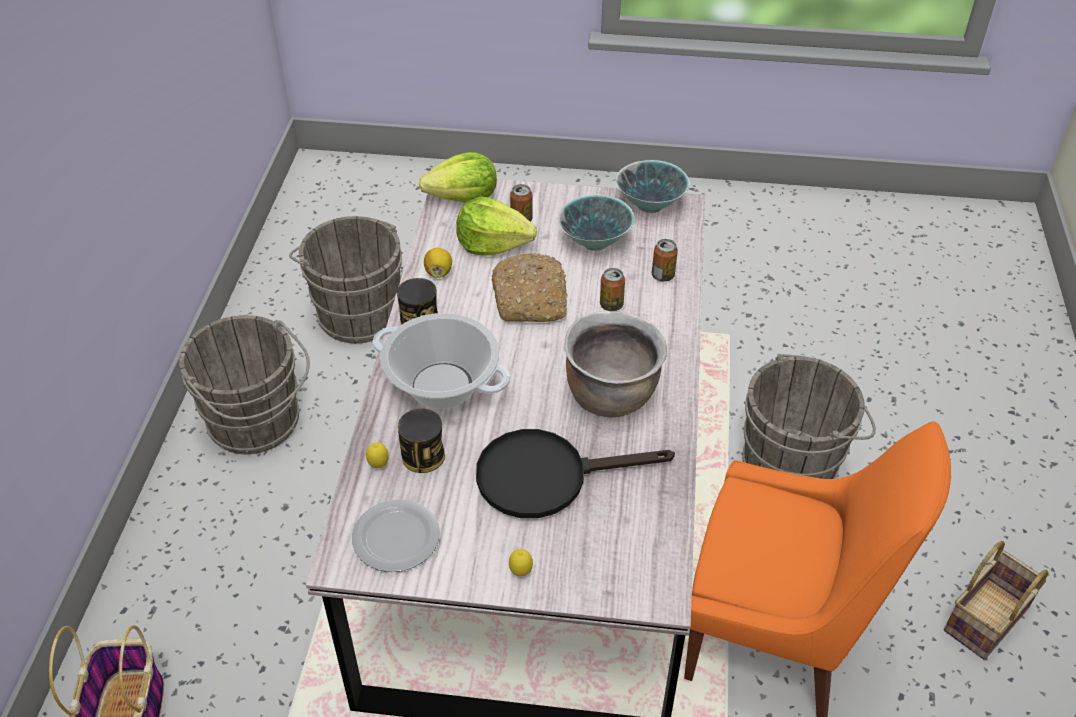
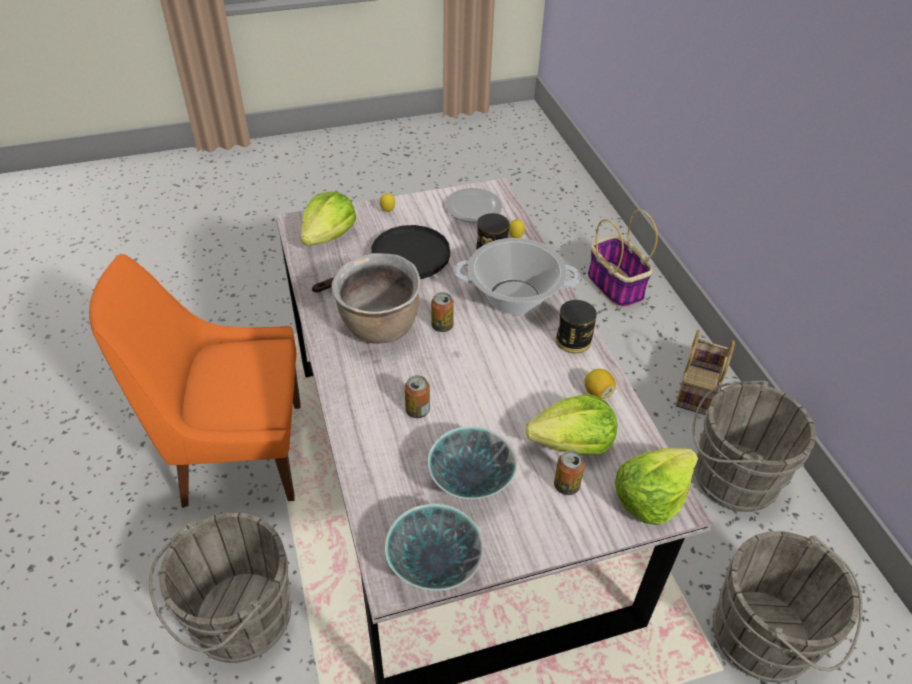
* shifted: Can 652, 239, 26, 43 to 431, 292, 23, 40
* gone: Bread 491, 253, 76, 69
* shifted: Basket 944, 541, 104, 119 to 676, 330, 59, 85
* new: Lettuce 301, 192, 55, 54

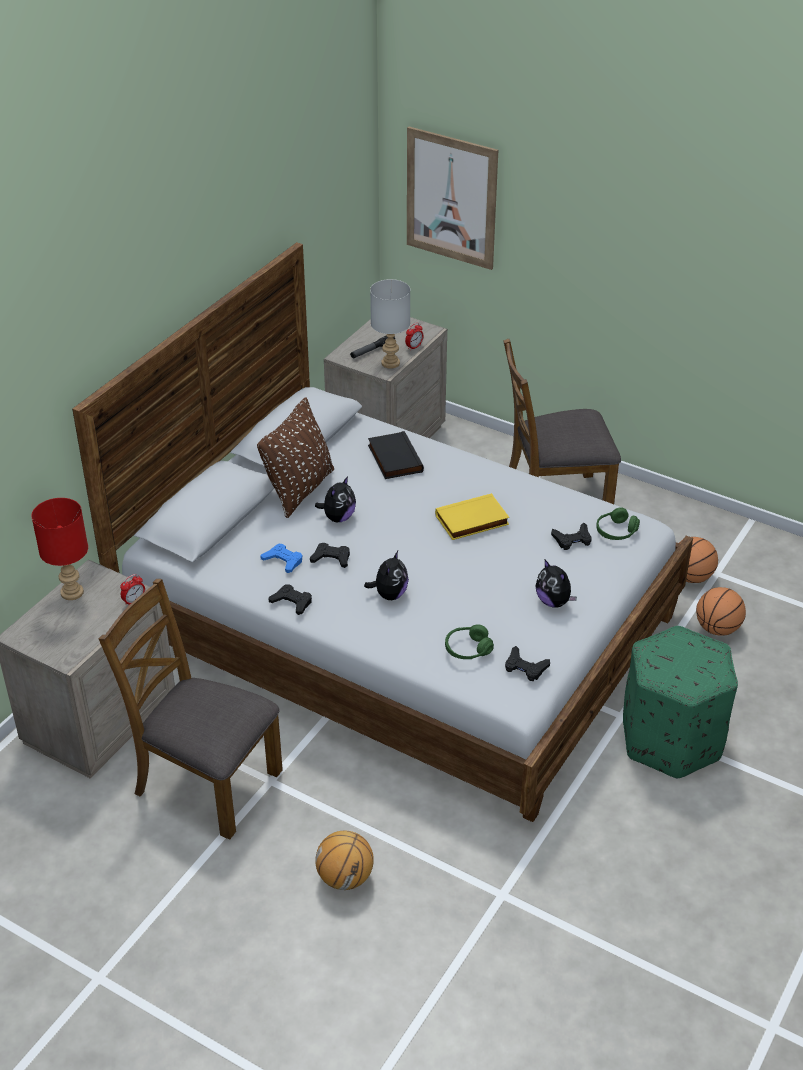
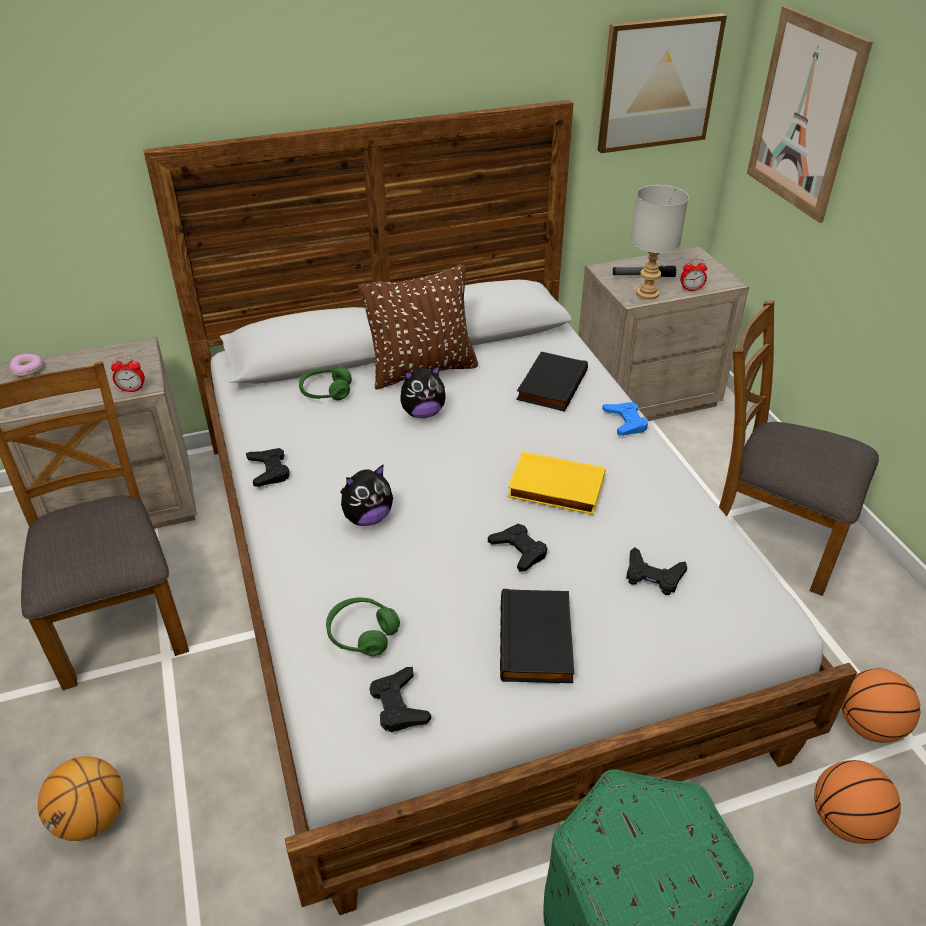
* gone: RedTableLamp 31, 498, 57, 102
* shifted: GreenHeadphones 596, 507, 44, 33 to 299, 367, 53, 33
* shifted: BlueGameController 260, 543, 42, 30 to 602, 402, 46, 34
* shifted: BlackGameController 310, 543, 40, 25 to 488, 524, 60, 48
* swapped: PlushToy 535, 560, 42, 48 to BlackBook 500, 589, 74, 94
* new: Picture 597, 13, 130, 140
* new: Donut 9, 354, 34, 23

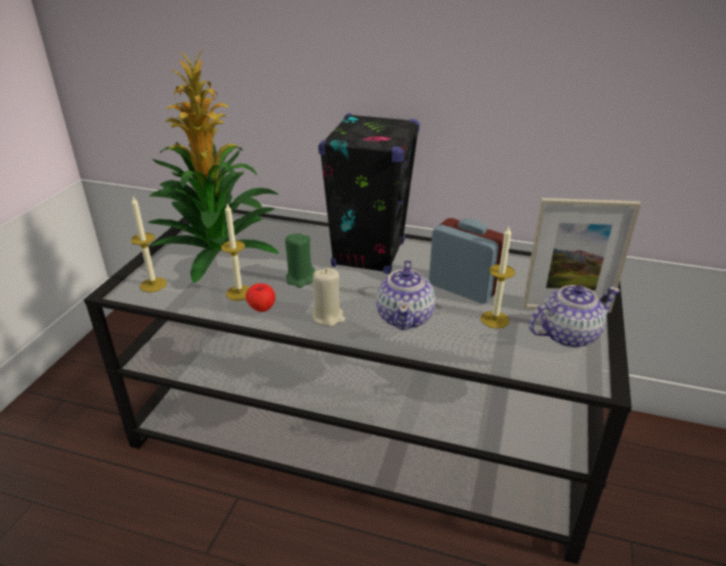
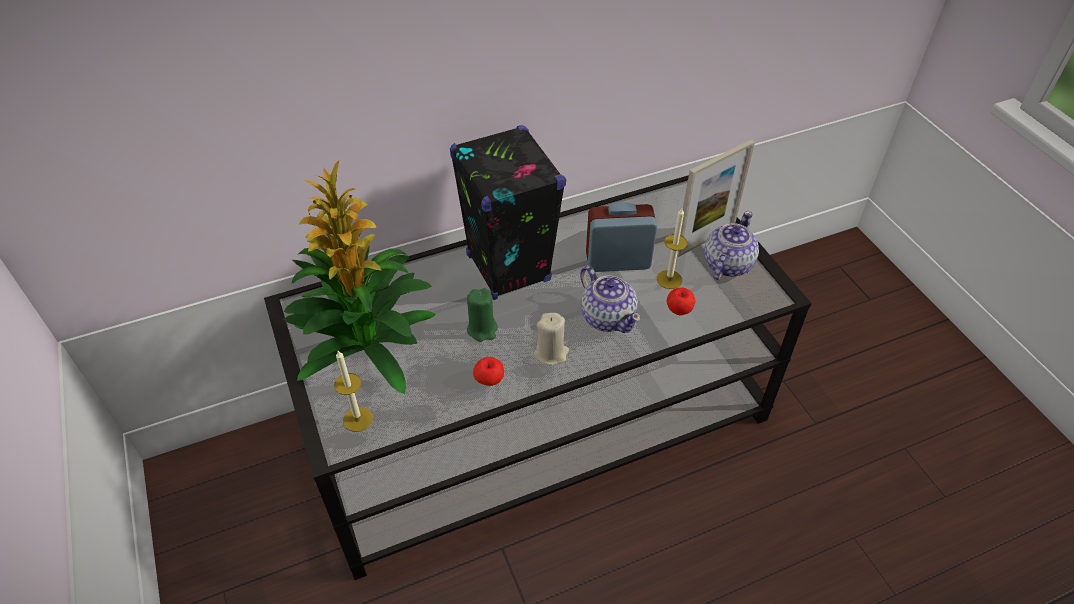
* gone: Candle 221, 204, 29, 97
* new: Apple 667, 287, 28, 28

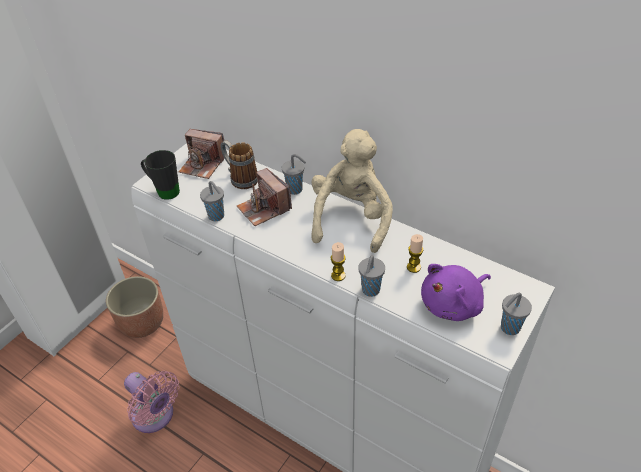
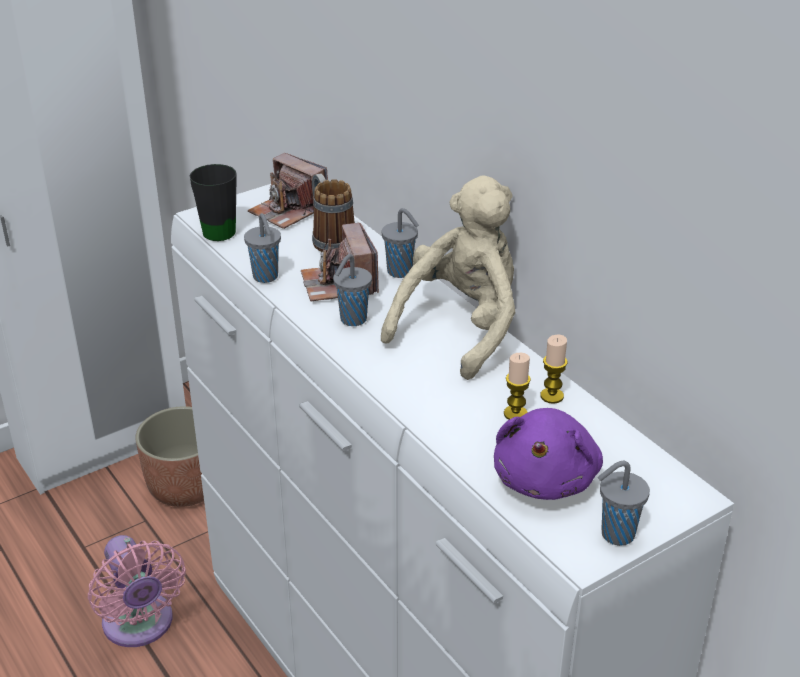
* shifted: Candle 331, 242, 15, 39 to 540, 335, 27, 69
* shifted: GreyCup 358, 255, 27, 42 to 333, 254, 39, 72
* rotated: PurplePlushToy 421, 264, 70, 57 = 494, 408, 109, 92 60 degrees counterclockwise

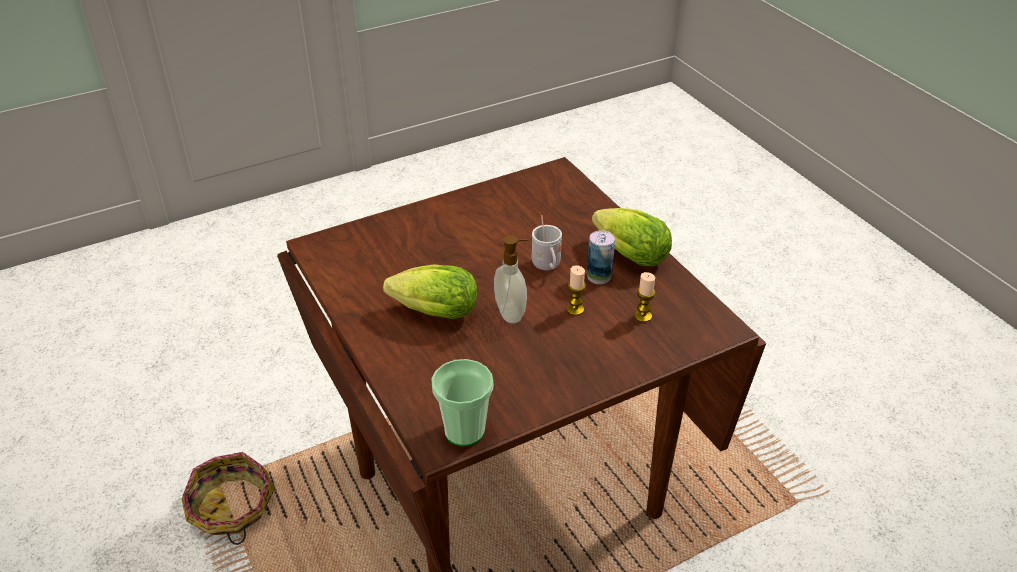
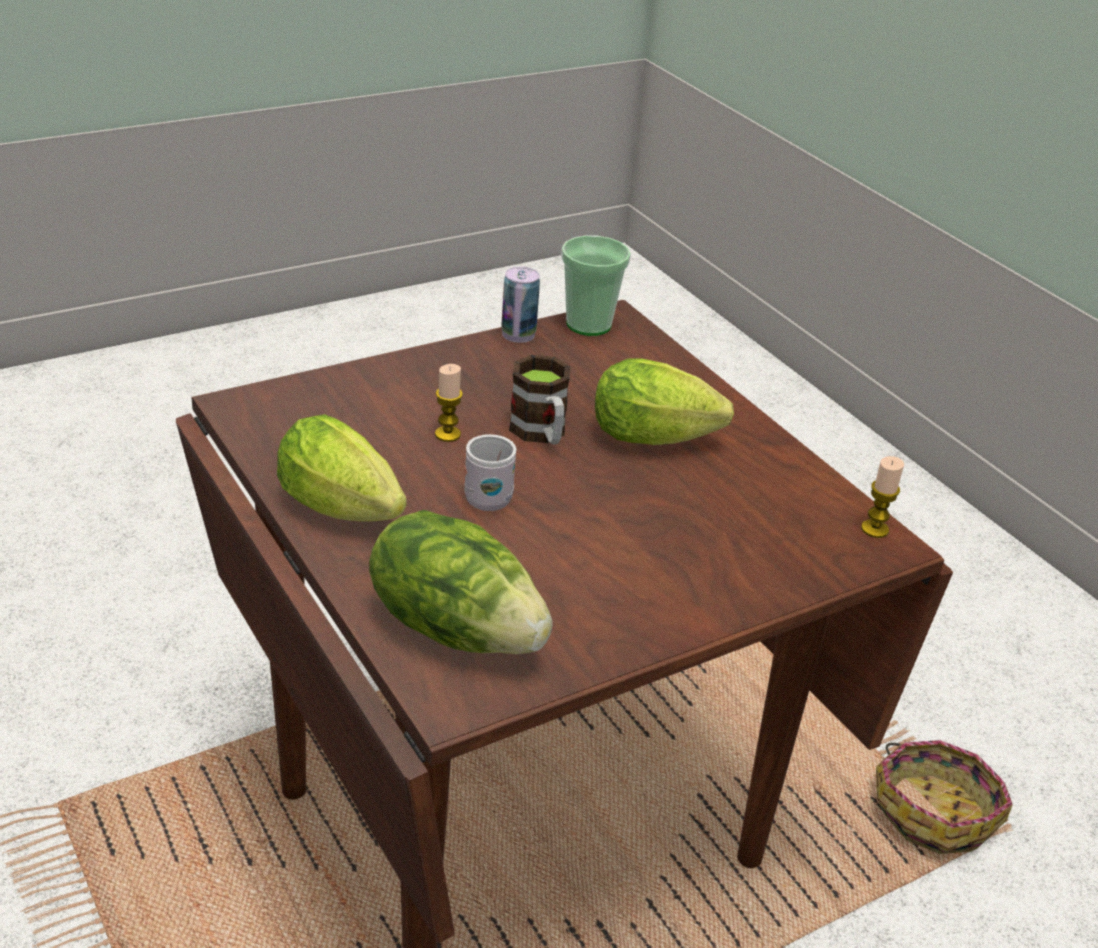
* shifted: Can 587, 230, 28, 54 to 501, 266, 39, 77
* swapped: SoapDispenser 494, 235, 35, 88 to Mug 509, 355, 62, 89
* shifted: Candle 634, 272, 21, 50 to 861, 456, 43, 82
* new: Lettuce 369, 510, 184, 144

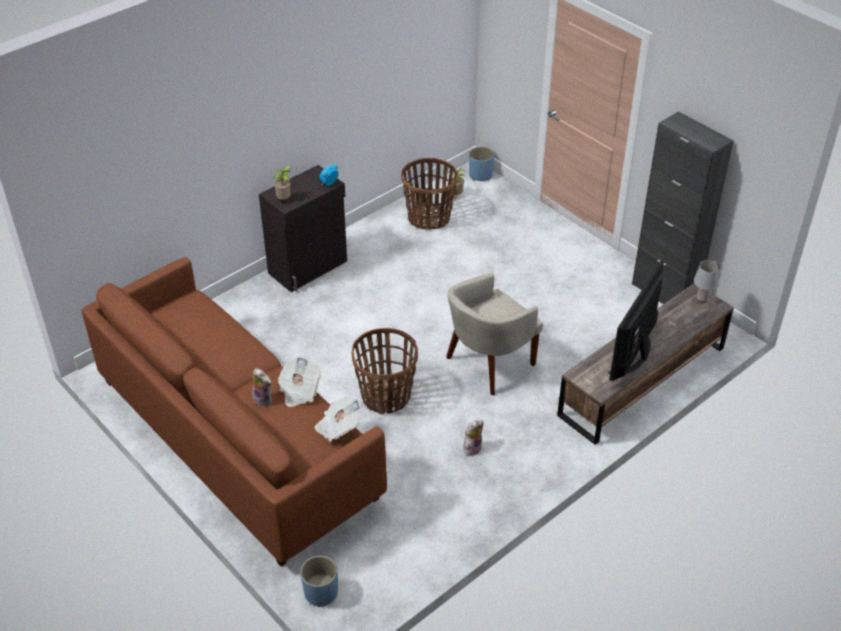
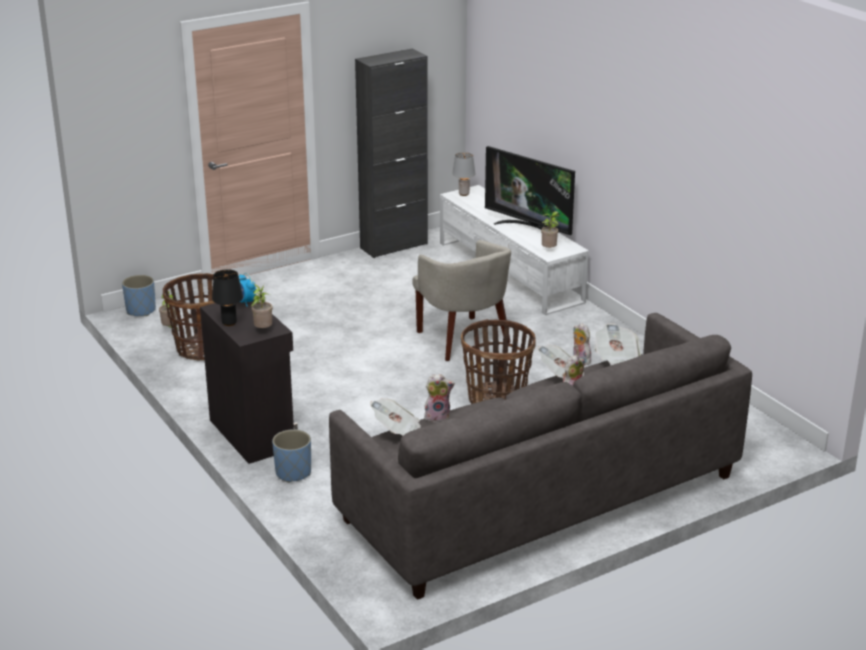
* repainted: BrownSofa 81, 257, 306, 310 to GreySofa 329, 313, 423, 287
* repainted: BrownTvStand 557, 283, 177, 162 to WhiteTvStand 440, 185, 149, 130
* shifted: BluePlanter 300, 556, 38, 51 to 272, 429, 39, 54
* new: PottedPlant 541, 211, 19, 37
* new: BlackTableLamp 212, 269, 31, 57
* new: PlushToy 423, 374, 32, 49
* new: Newspaper 370, 399, 51, 37

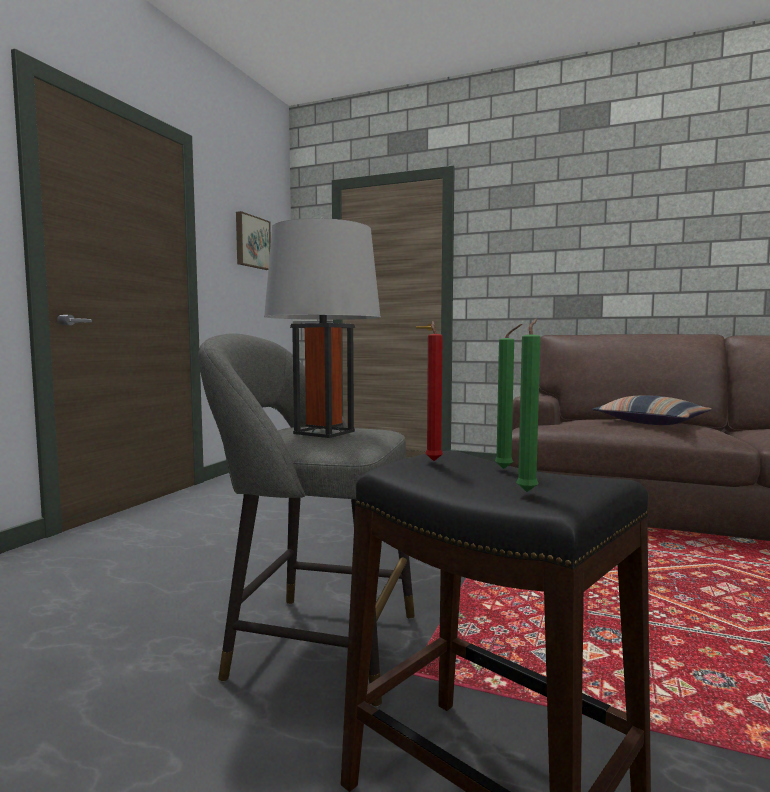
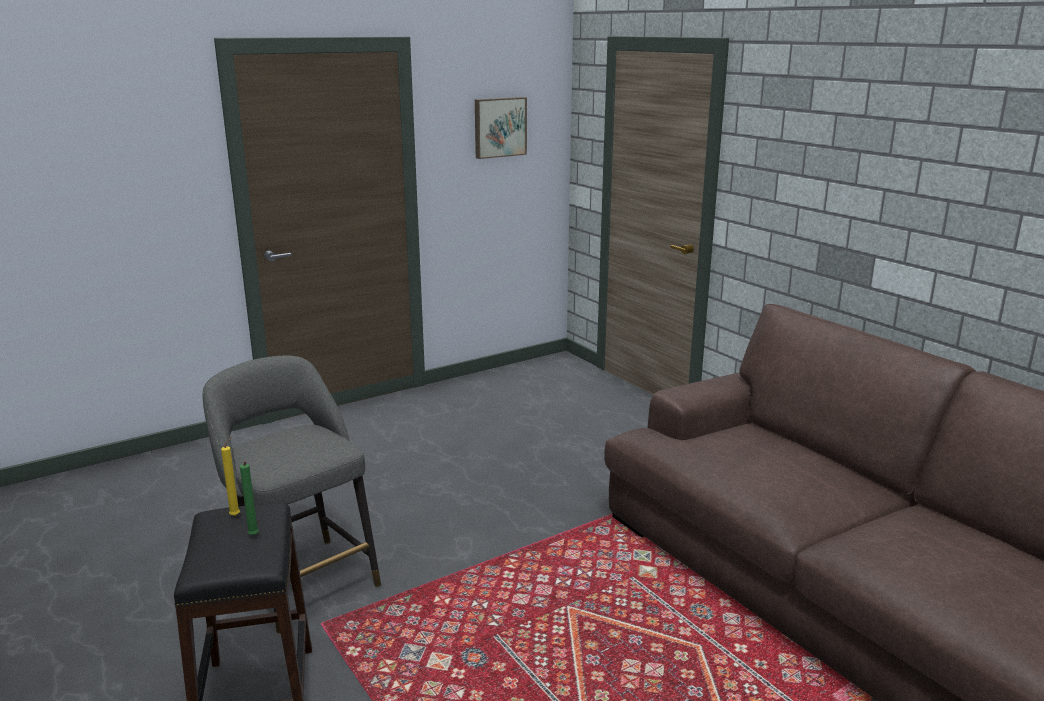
* gone: GreyTableLamp 264, 218, 117, 220
* gone: GreenCandle 516, 318, 24, 174
* repainted: RedCandle 425, 321, 18, 140 to YellowCandle 221, 437, 19, 79
* gone: Pillow 592, 395, 120, 30

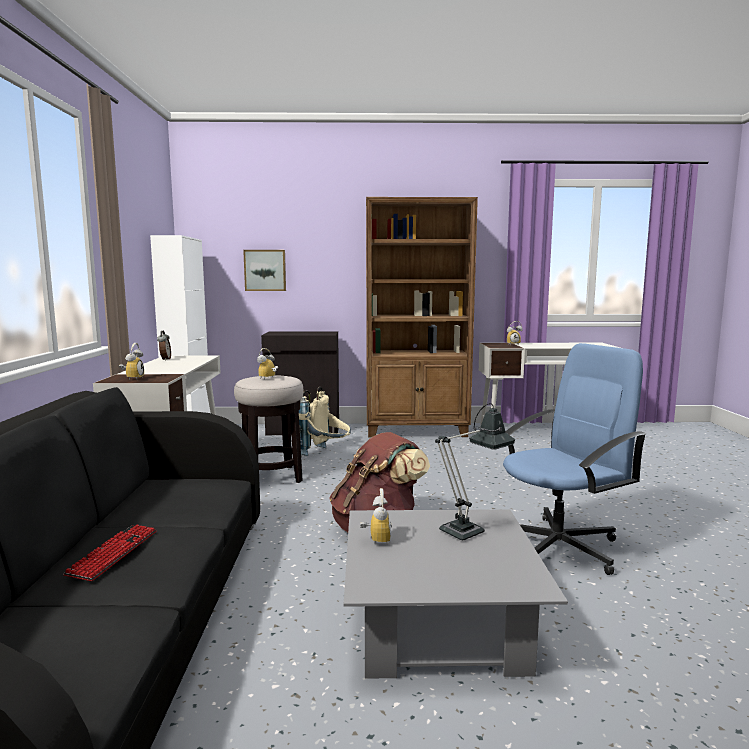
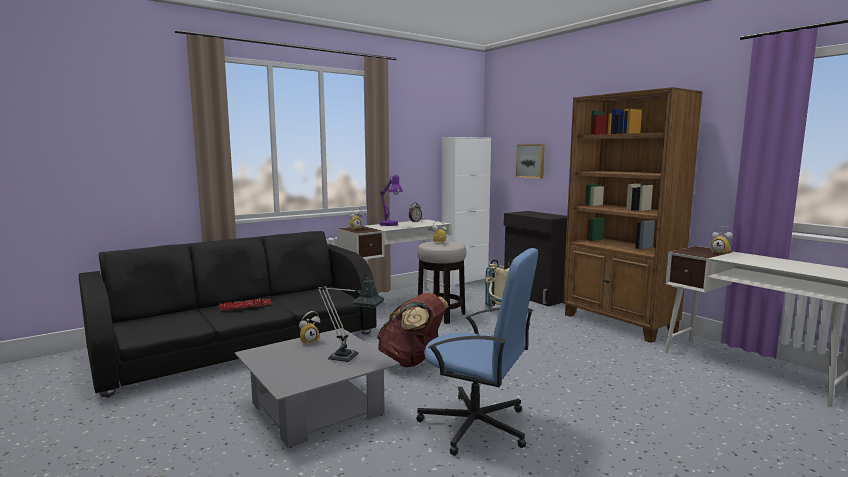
* new: PurpleTableLamp 380, 175, 23, 51

